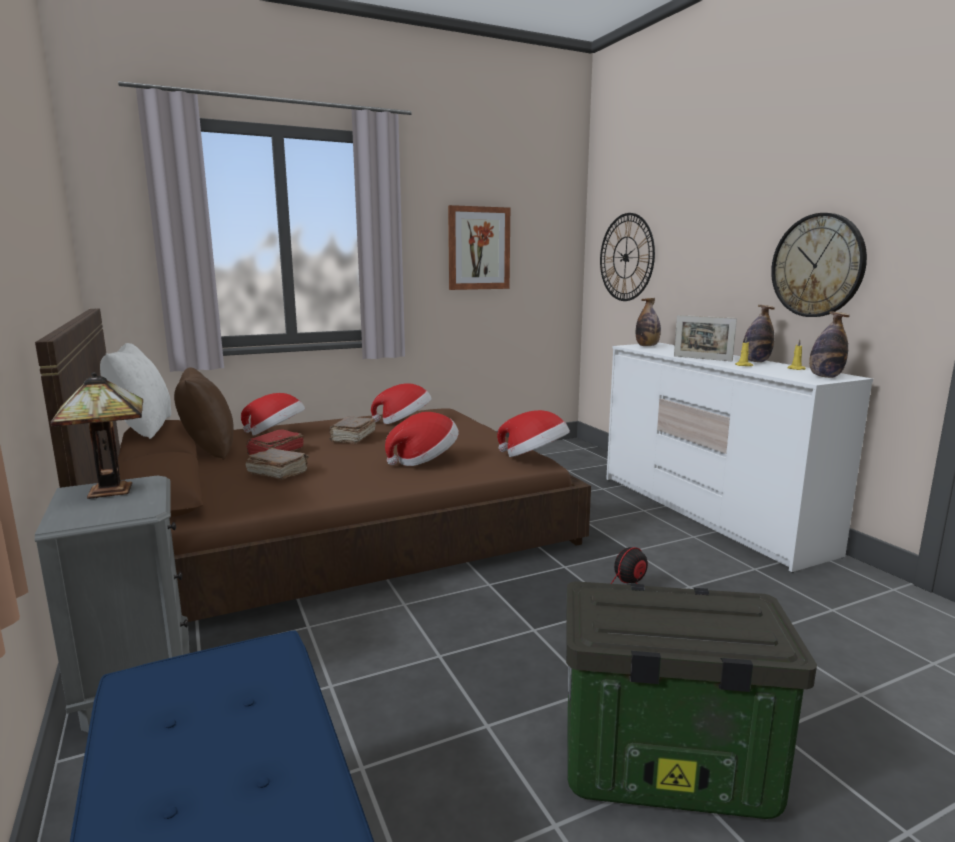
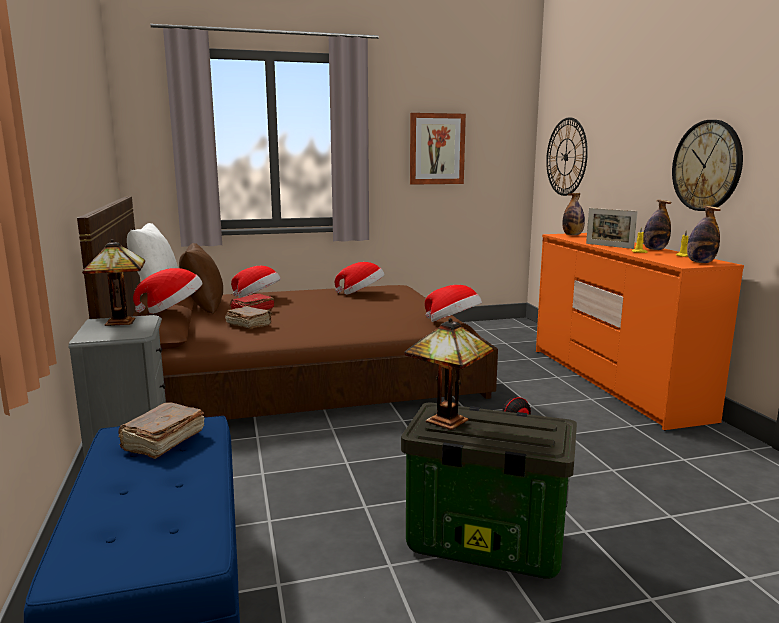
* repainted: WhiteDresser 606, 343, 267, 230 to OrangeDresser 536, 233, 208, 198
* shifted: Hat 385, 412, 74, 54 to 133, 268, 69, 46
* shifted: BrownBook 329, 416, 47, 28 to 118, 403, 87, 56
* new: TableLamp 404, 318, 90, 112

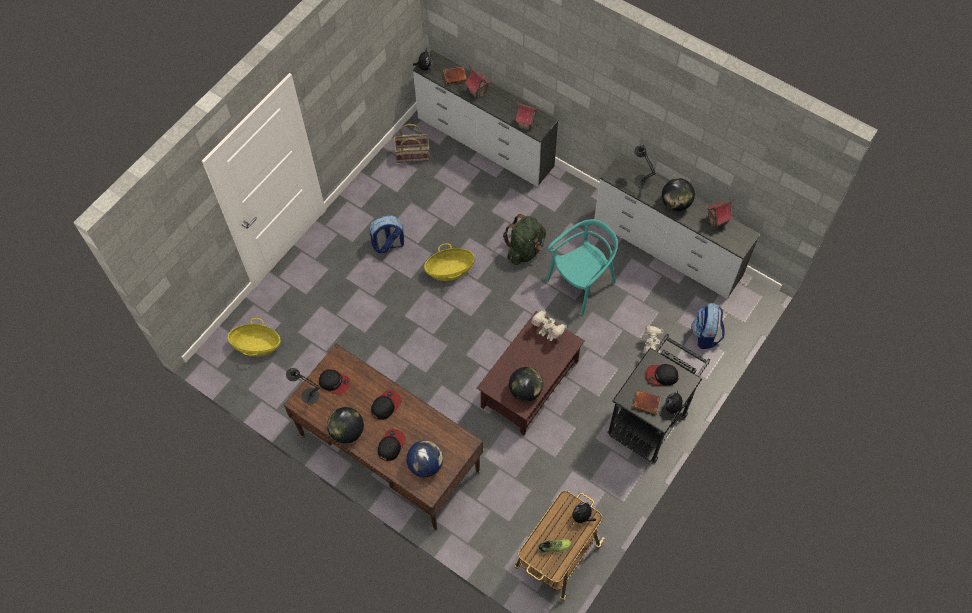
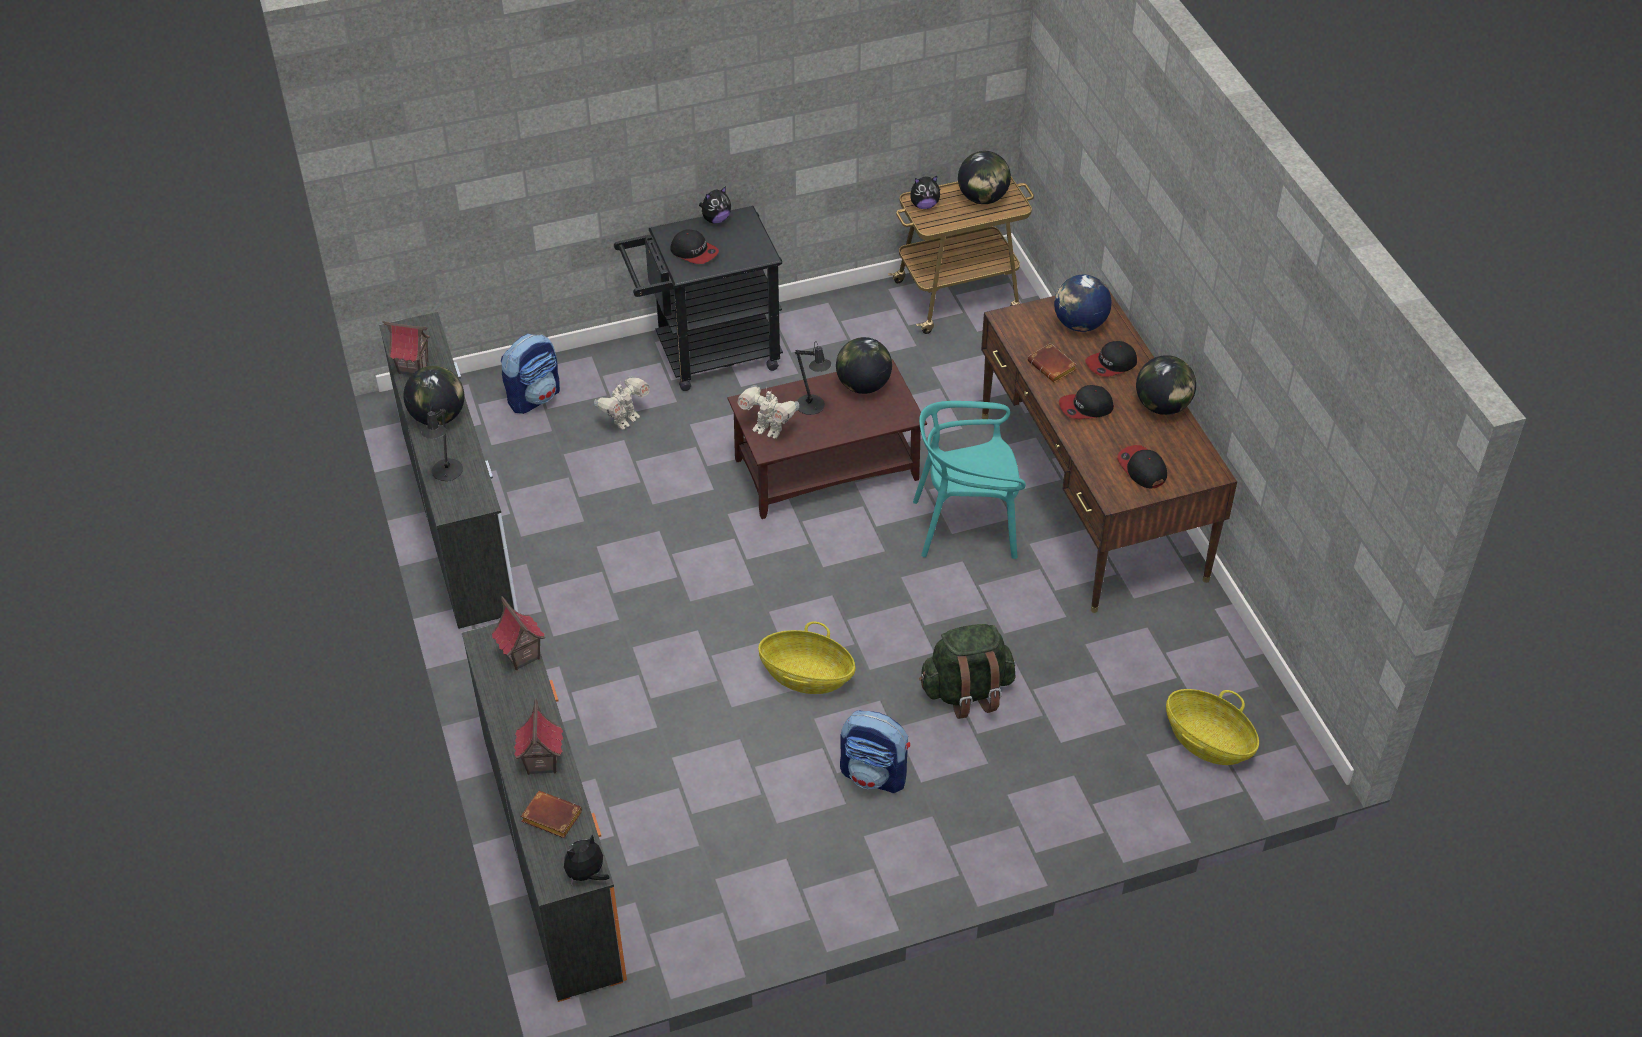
* repainted: WhiteDresser 413, 50, 145, 137 to OrangeDresser 461, 623, 166, 379
* gone: Basket 394, 124, 36, 39
* shifted: GreenBackpack 503, 214, 43, 51 to 919, 624, 97, 95
* shifted: TurquoiseChair 546, 219, 72, 96 to 913, 401, 113, 158
* rotated: ToyRobot 531, 309, 36, 32 = 737, 385, 62, 54 135 degrees clockwise
* shifted: BlackTableLamp 286, 368, 34, 36 to 795, 341, 37, 74
* shifted: BrownBook 632, 390, 29, 24 to 1027, 343, 49, 39
* swapped: Shoe 537, 539, 34, 15 to Globe 958, 151, 53, 53

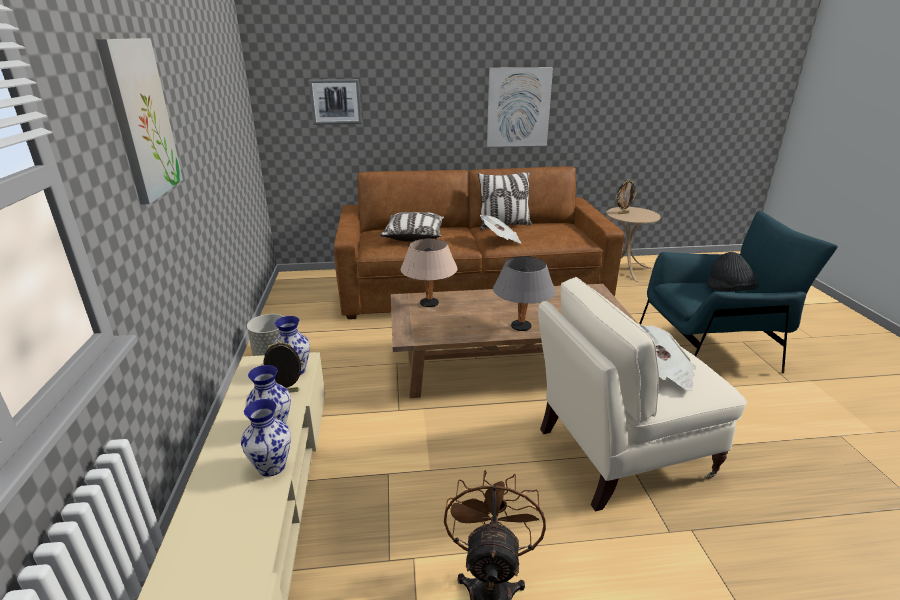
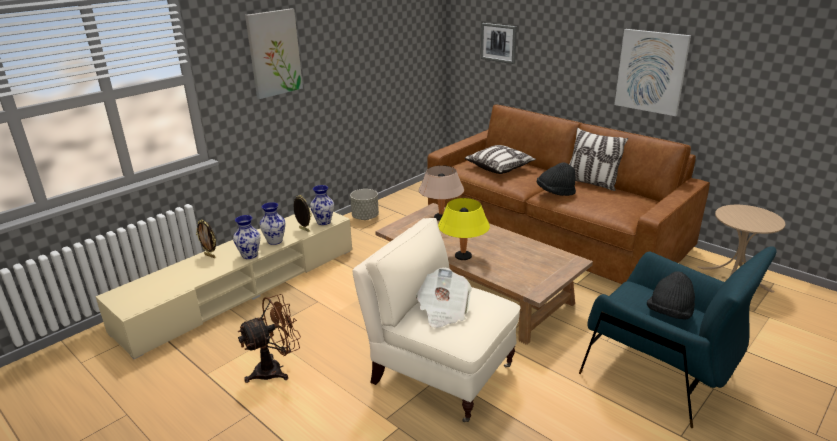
* shifted: PictureFrame 617, 179, 20, 35 to 196, 220, 20, 38
* swapped: Newspaper 480, 215, 41, 28 to BlackHat 537, 162, 39, 34
* repainted: GreyTableLamp 493, 256, 63, 75 to YellowTableLamp 438, 198, 52, 62

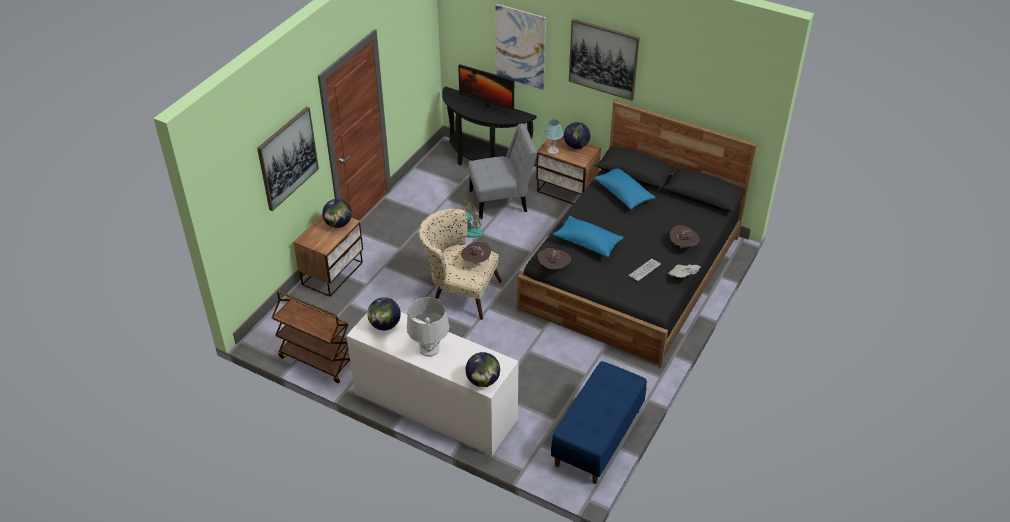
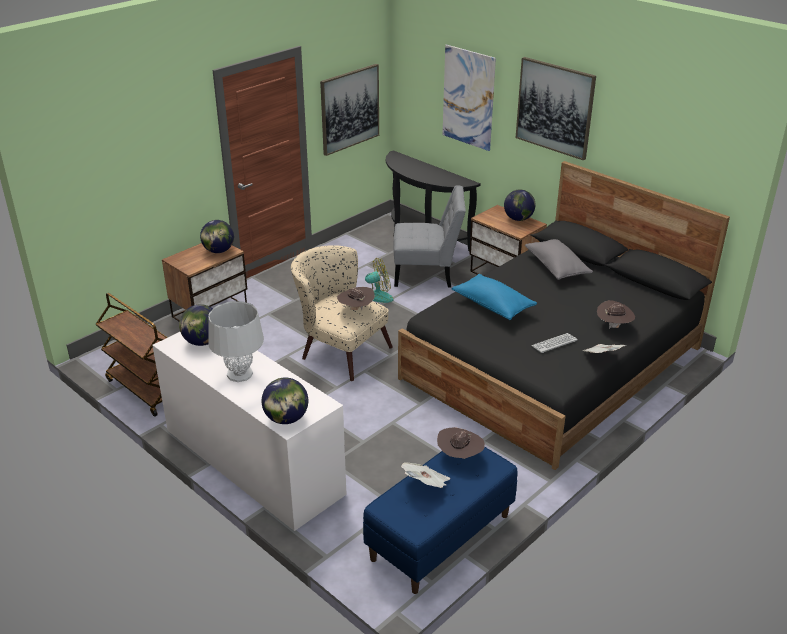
* gone: Monitor 458, 64, 56, 52
* shifted: Picture 257, 106, 62, 105 to 320, 64, 59, 92
* gone: TableLamp 544, 120, 19, 35
* repainted: BluePillow 594, 168, 61, 42 to GreyPillow 525, 239, 68, 41
* shifted: BrownHat 538, 249, 33, 20 to 437, 427, 48, 32
* new: Newspaper 401, 462, 49, 26

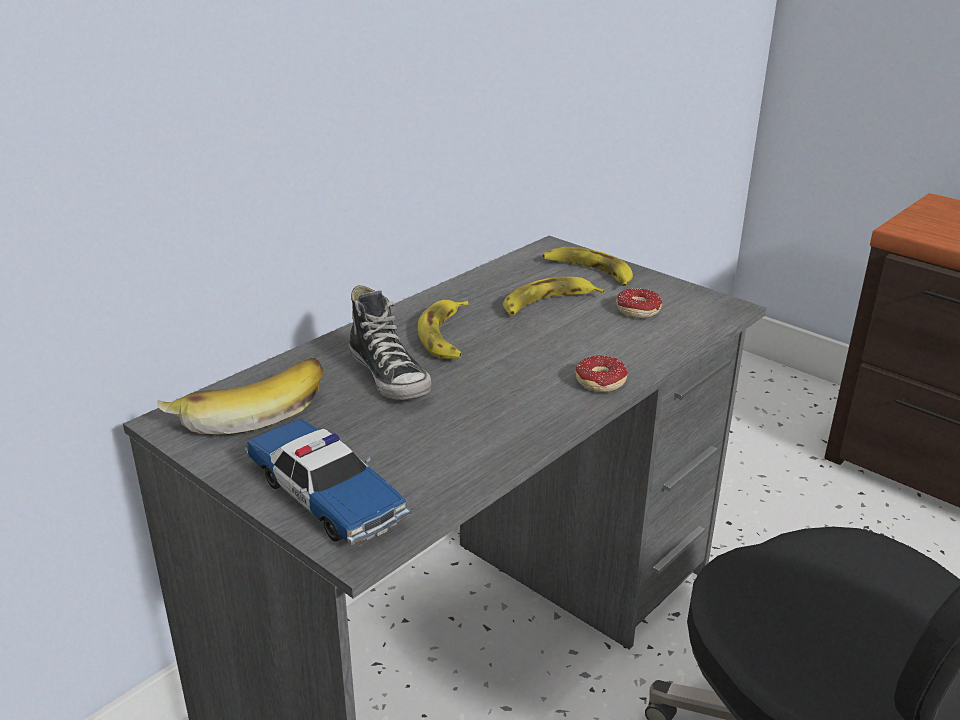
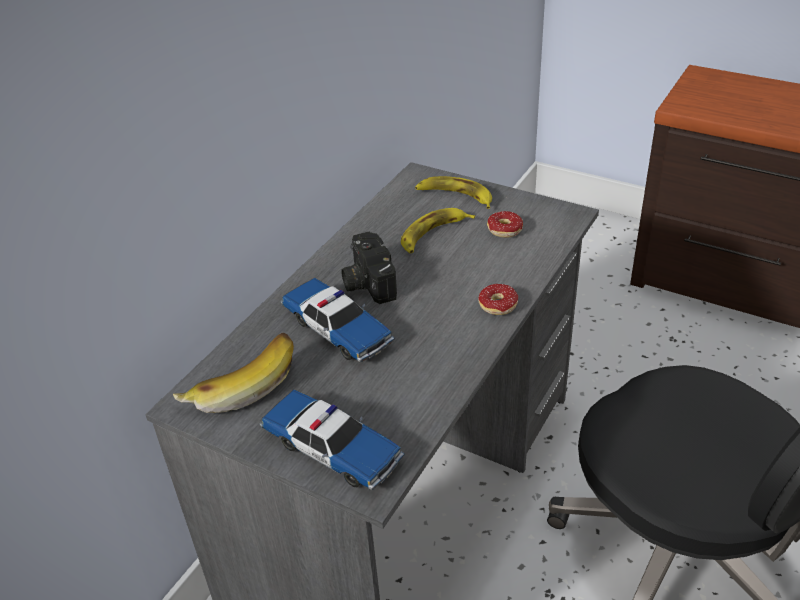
* swapped: Shoe 349, 285, 82, 115 to ToyCar 281, 278, 114, 84
* swapped: Banana 418, 300, 50, 59 to PhotoCamera 341, 232, 56, 72

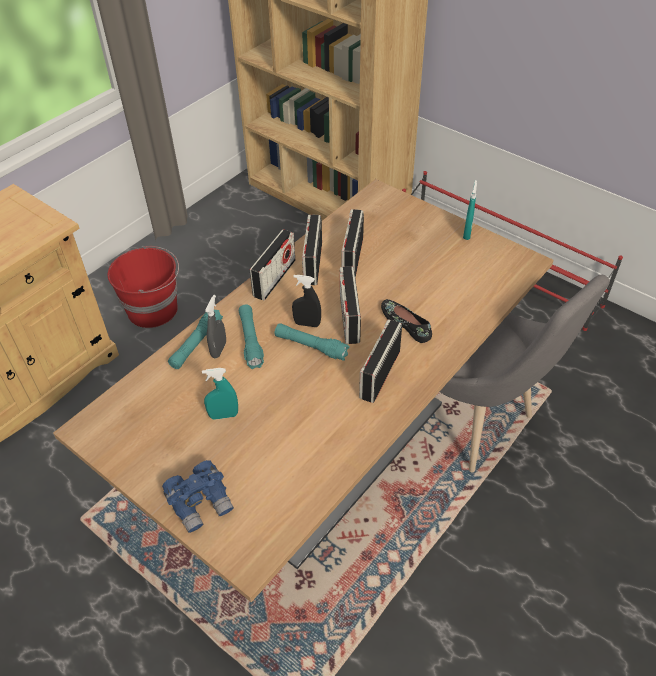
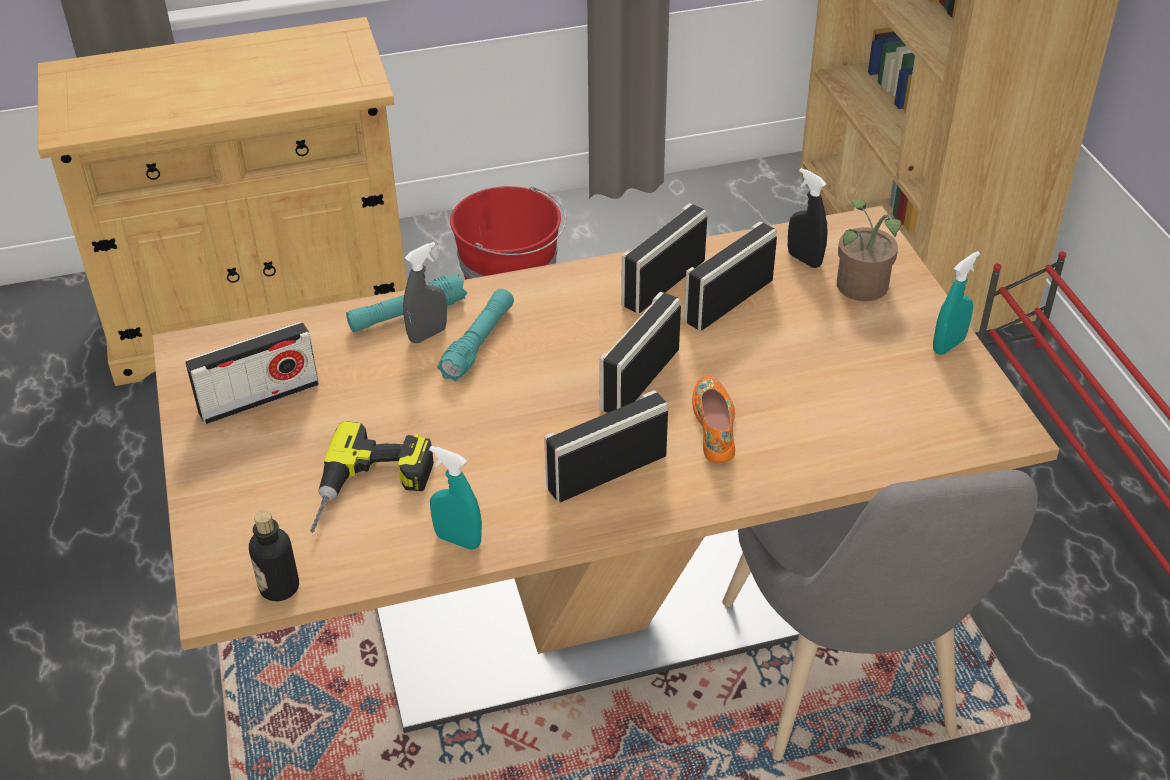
* shifted: Radio 250, 229, 45, 72 to 185, 322, 134, 103
* shifted: BlackSprayBottle 292, 275, 29, 52 to 788, 168, 39, 100
* repainted: BlackShoe 381, 299, 51, 44 to OrangeShoe 692, 375, 43, 88
* gone: TurquoiseFlashlight 274, 323, 76, 38
* shifted: TurquoiseSprayBottle 202, 368, 36, 52 to 429, 446, 53, 104
* gone: BlueBinoculars 162, 460, 72, 73
* new: PottedPlant 837, 200, 65, 101
* new: PowerDrill 310, 421, 124, 112
* new: Bottle 249, 510, 50, 91

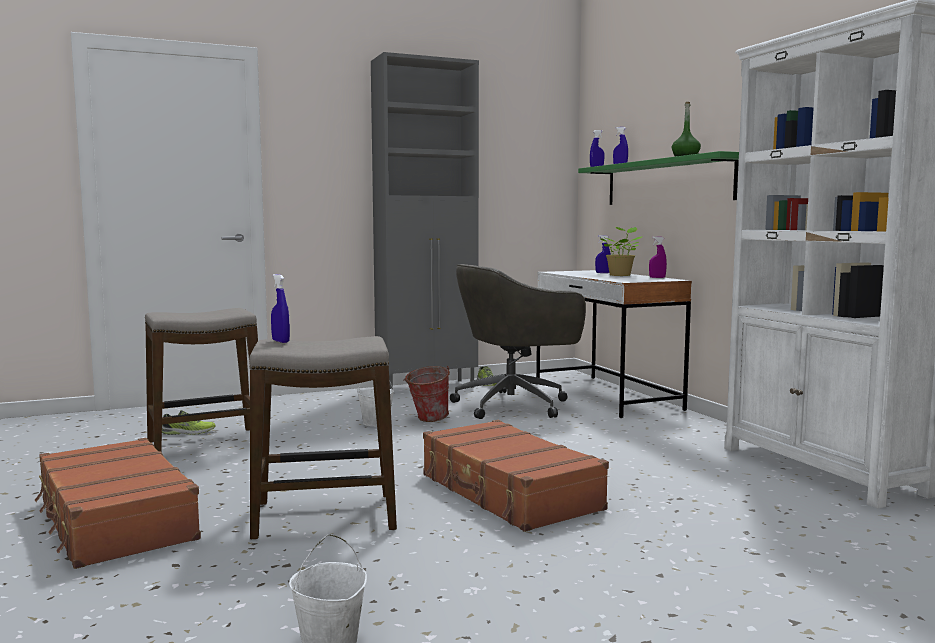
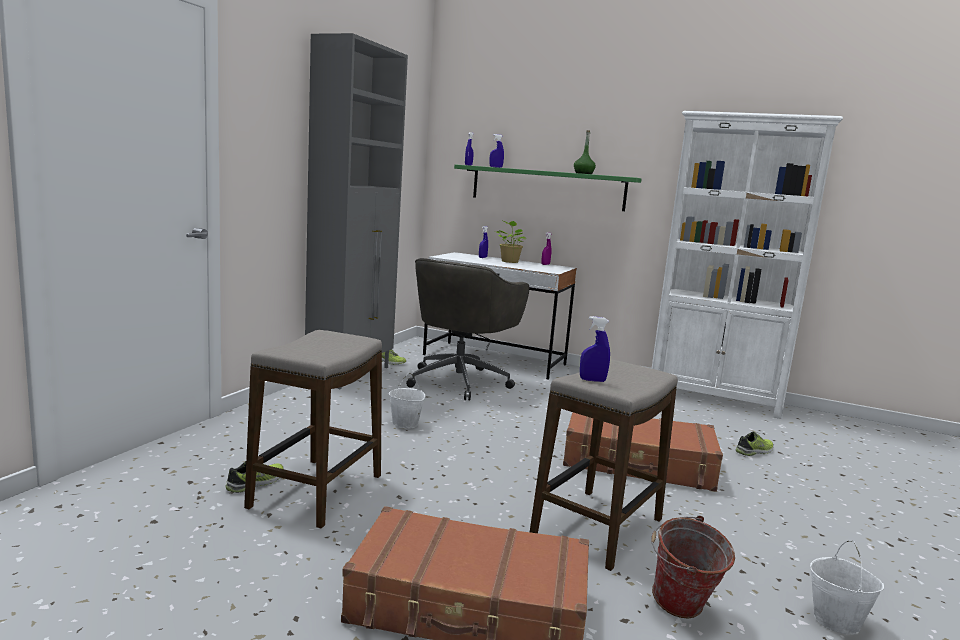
* shifted: Bucket 403, 366, 47, 56 to 651, 515, 84, 103
* new: Shoe 736, 432, 37, 24

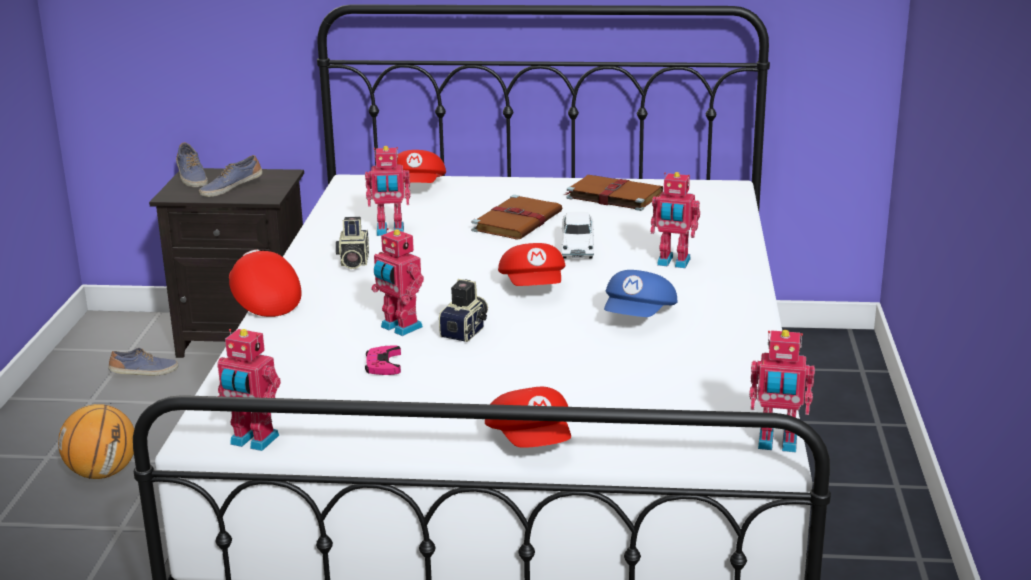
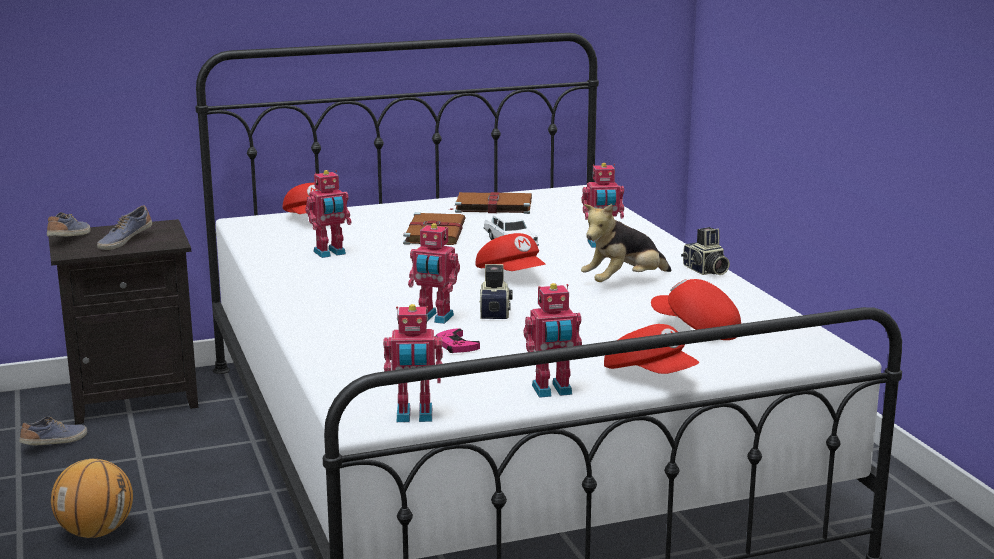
* rotated: Shoe 176, 142, 32, 45 = 47, 212, 44, 25 120 degrees counterclockwise
* shifted: PhotoCamera 336, 217, 33, 52 to 681, 227, 49, 48
* shifted: RedCap 229, 250, 73, 67 to 651, 279, 90, 61
* swapped: BlueCap 604, 270, 74, 47 to PlushToy 581, 204, 90, 78
* shifted: ToyRobot 749, 330, 66, 122 to 524, 283, 58, 115

